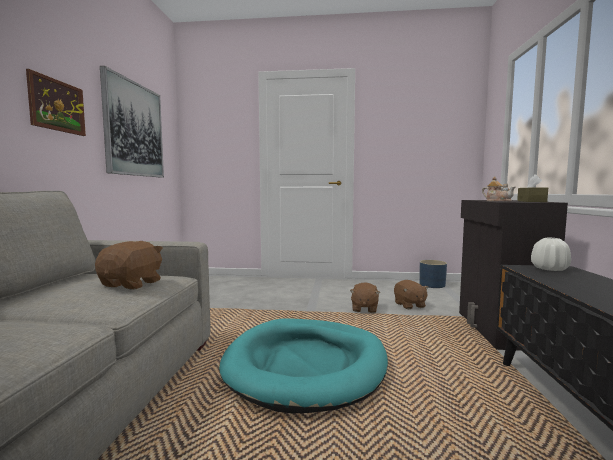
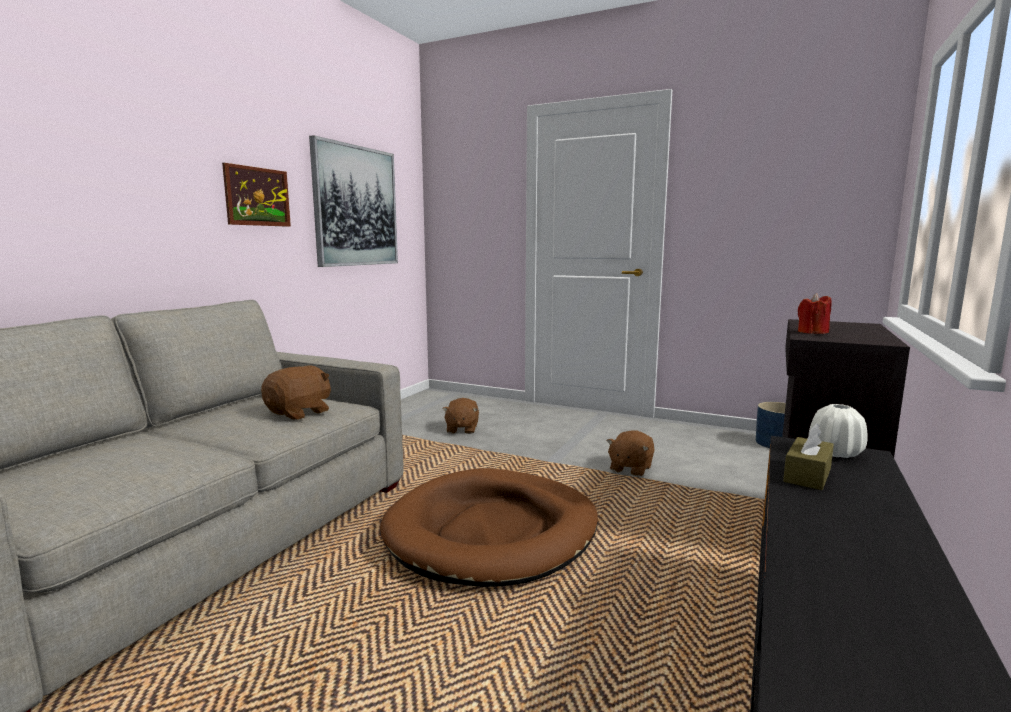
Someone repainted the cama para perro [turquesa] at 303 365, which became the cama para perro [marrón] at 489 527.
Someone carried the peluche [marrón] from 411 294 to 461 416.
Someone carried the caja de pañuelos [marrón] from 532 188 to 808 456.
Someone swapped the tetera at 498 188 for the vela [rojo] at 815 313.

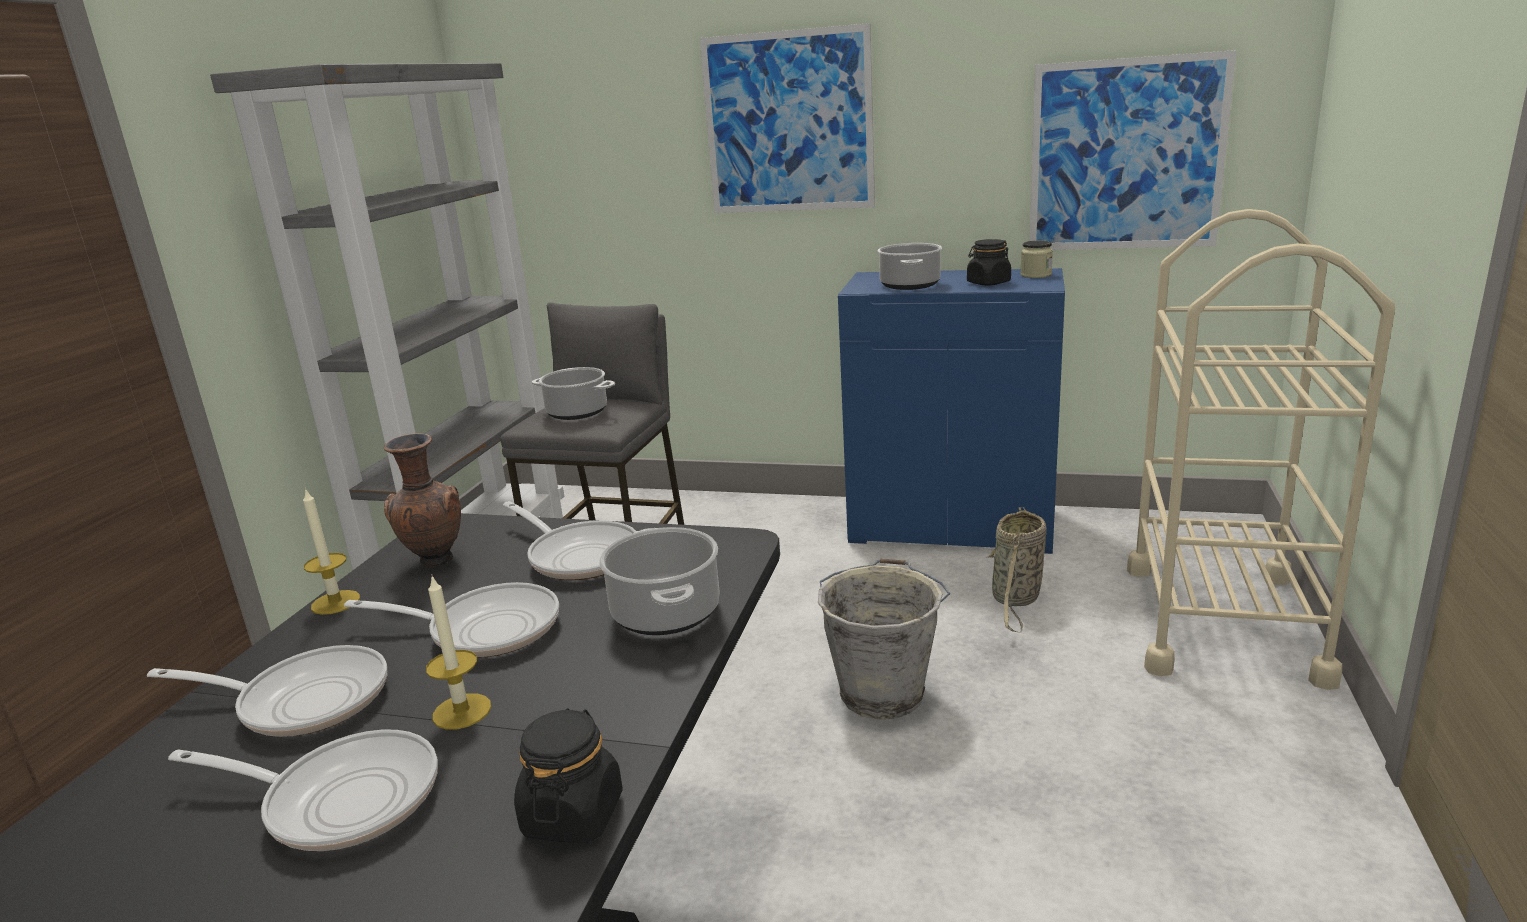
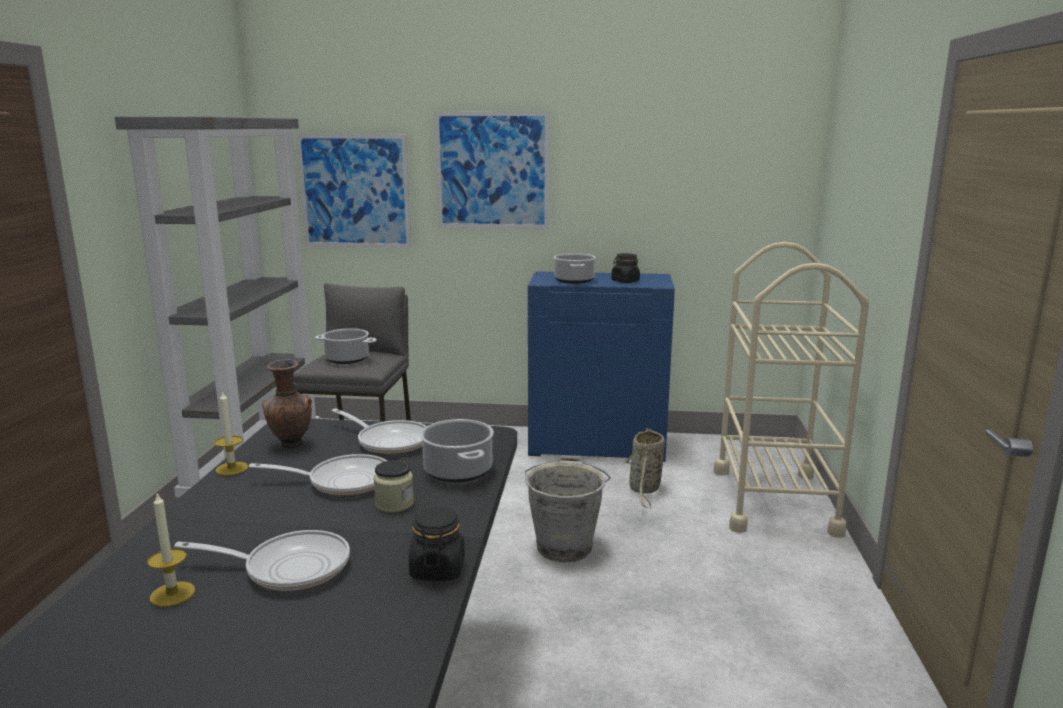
Someone carried the vela from 458 653 to 171 550.
Someone carried the cuadro from 1132 150 to 353 191.
Someone carried the tarro from 1036 259 to 394 486.
Someone took away the sartén at 267 691.

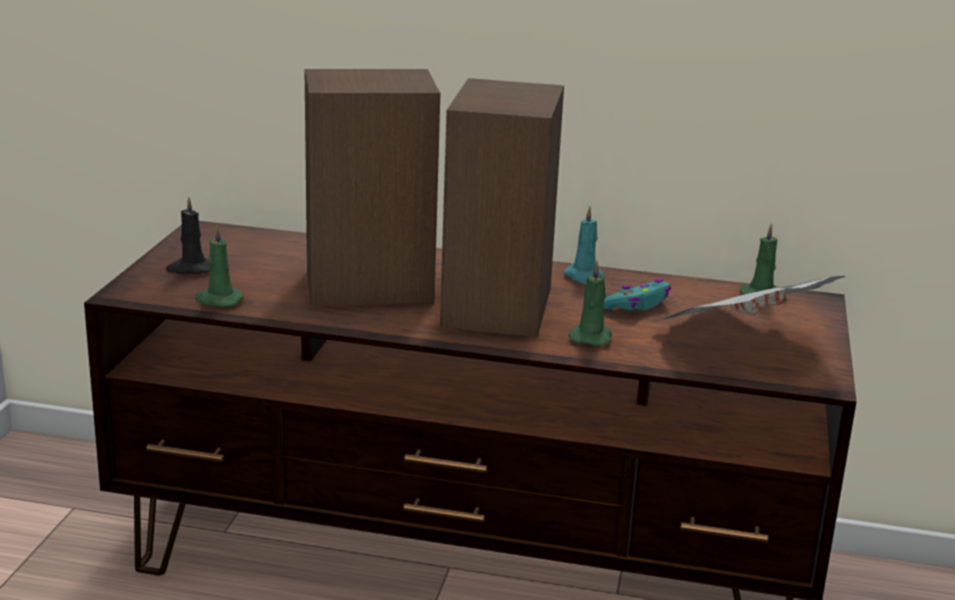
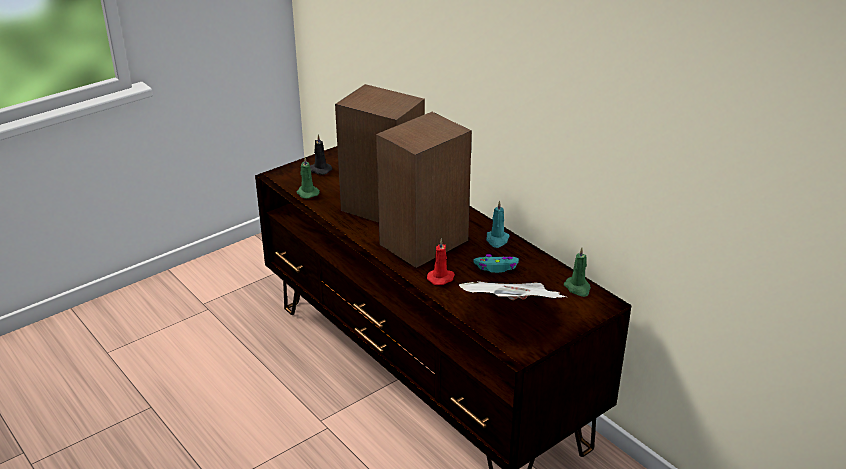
Someone repainted the vela [verde] at 590 303, which became the vela [rojo] at 441 261.

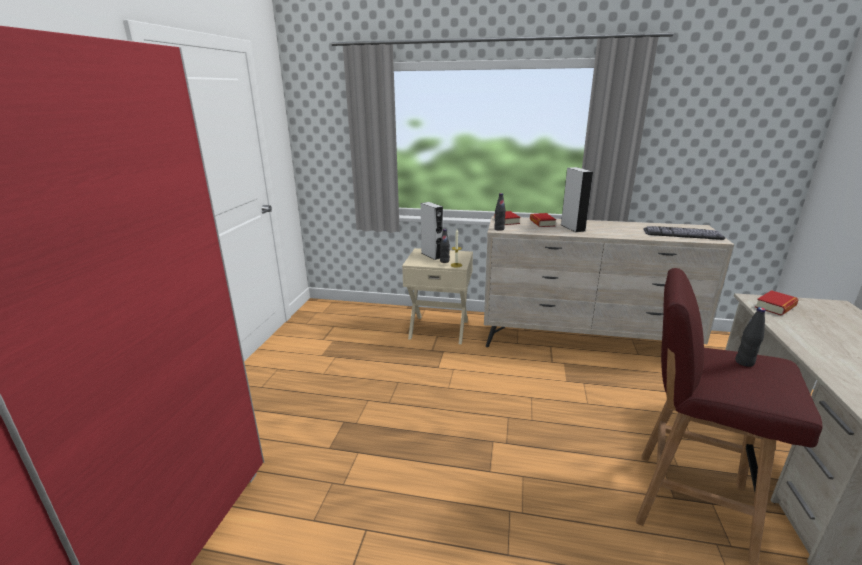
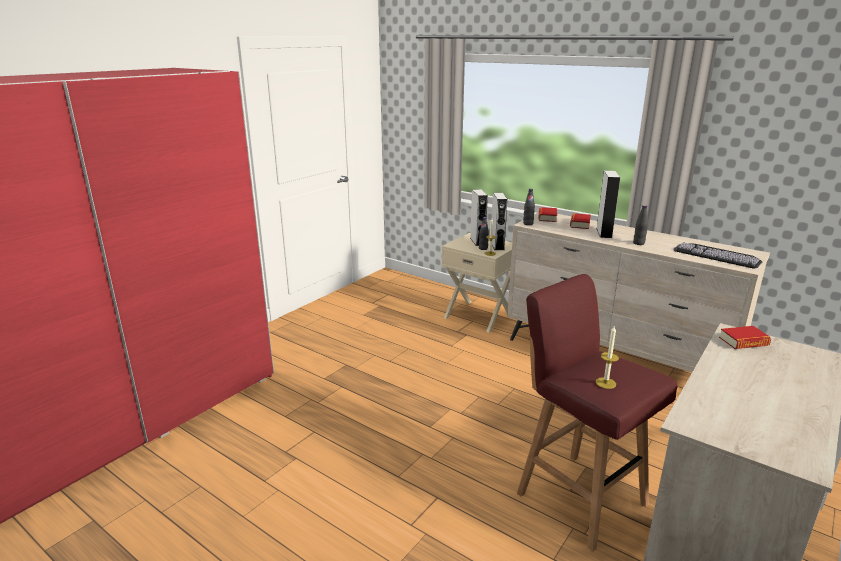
Someone put down the altavoz [gris] at 499 221.
Someone put down the vela at 607 357.
Someone carried the botella [negro] from 750 337 to 640 225.

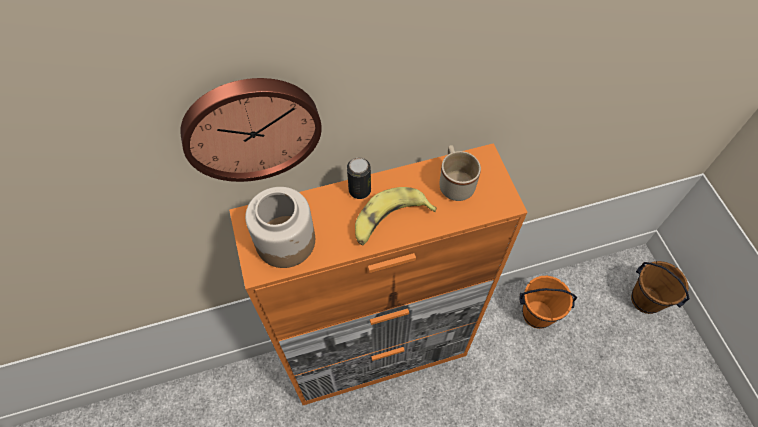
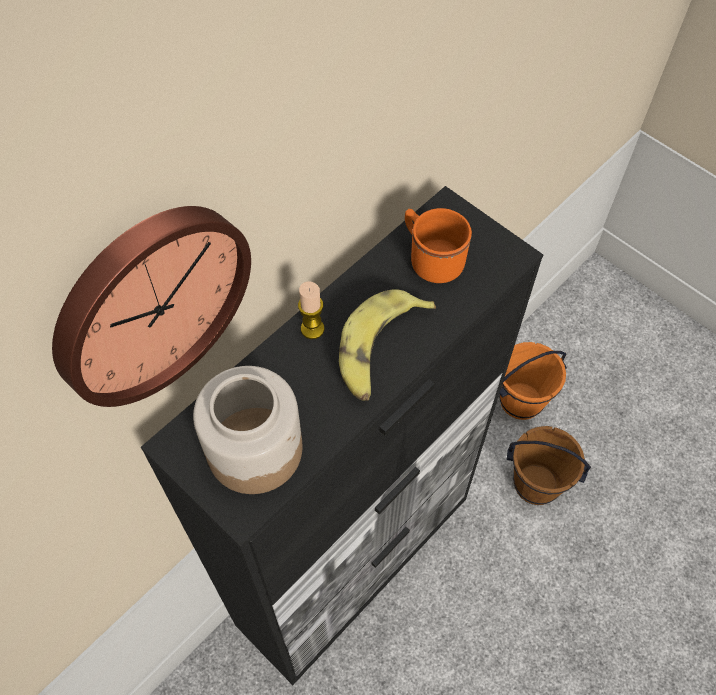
Someone repainted the armario [naranja] at 378 274, which became the armario [negro] at 342 435.
Someone swapped the lata at 359 178 for the vela at 311 310.
Someone repainted the taza grande [beis] at 460 173, which became the taza grande [naranja] at 438 245.
Someone carried the cubo [marrón] from 660 287 to 549 465.

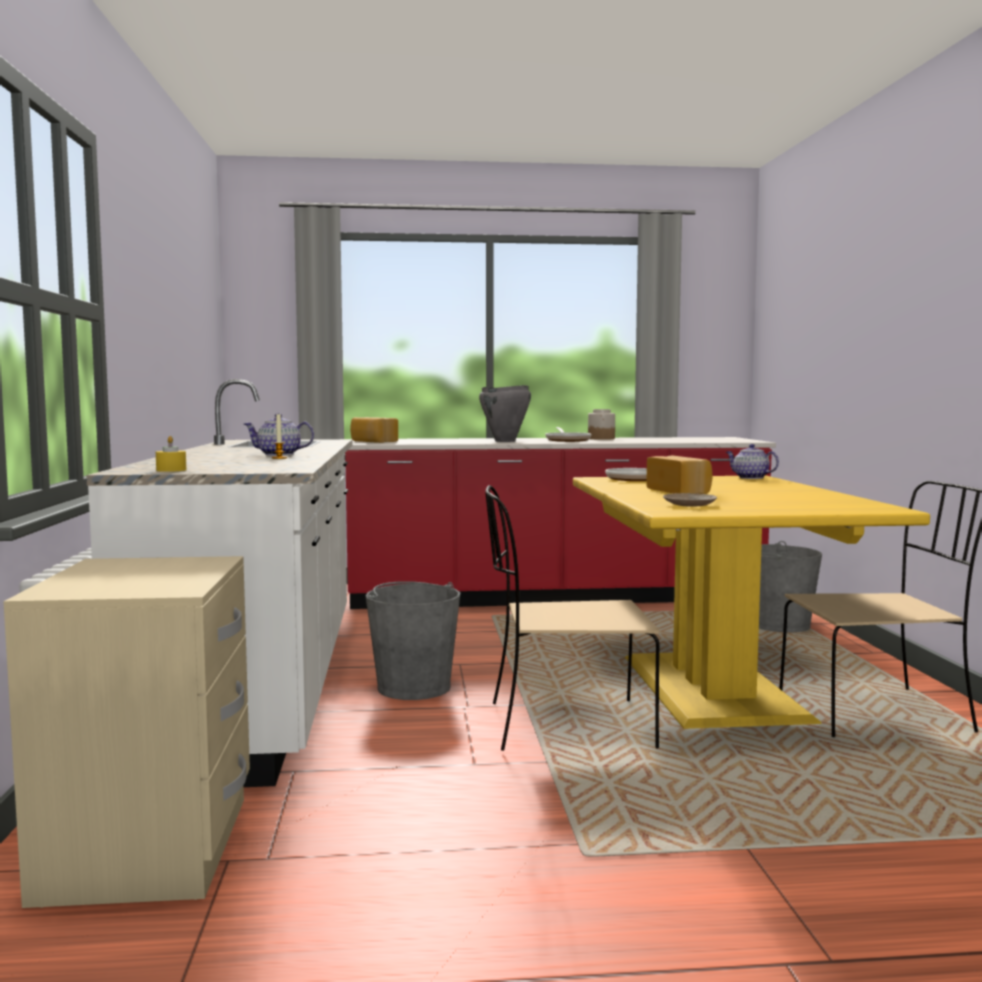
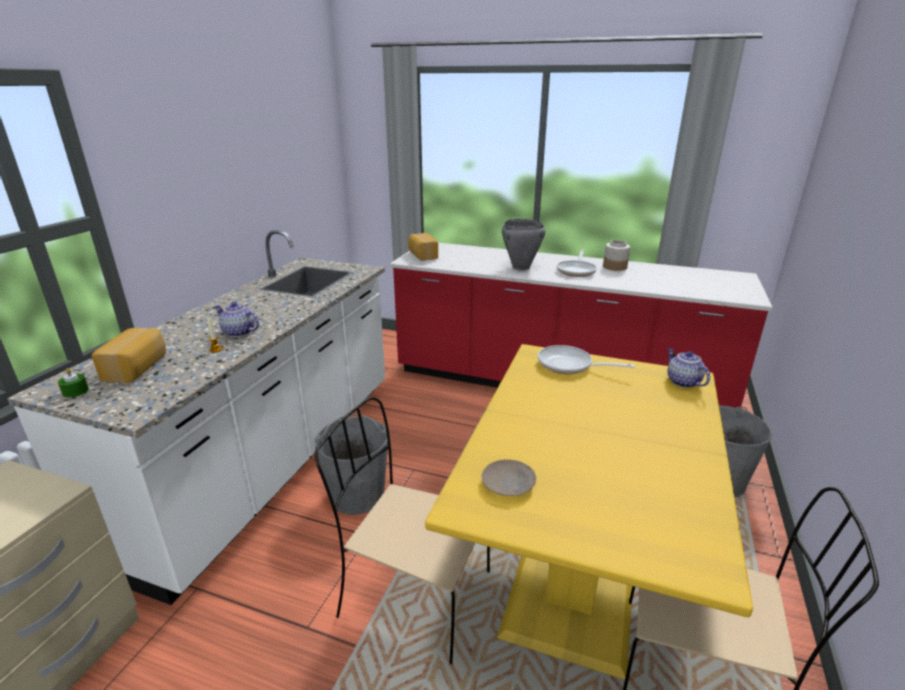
Someone repainted the vela [amarillo] at 171 454, which became the vela [verde] at 73 383.
Someone carried the pan from 679 474 to 129 355.

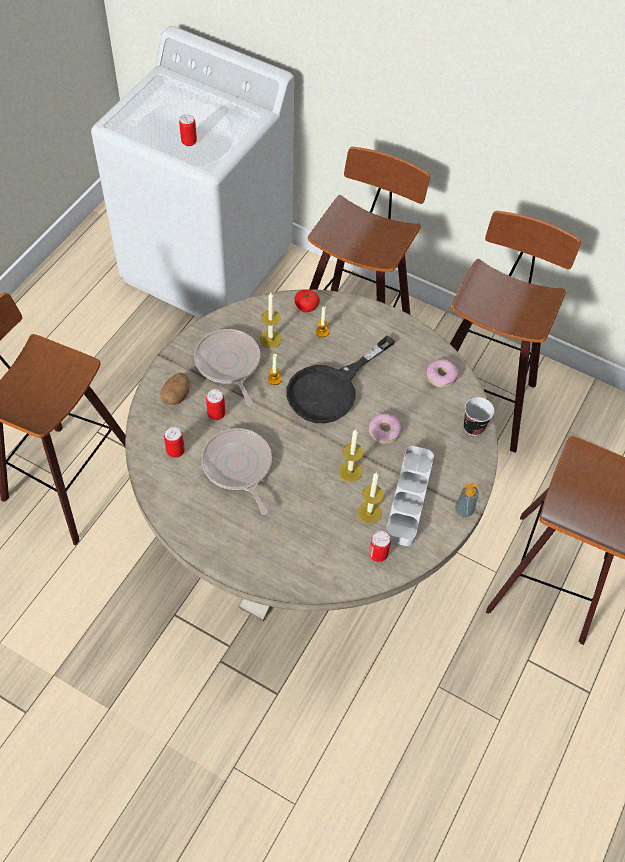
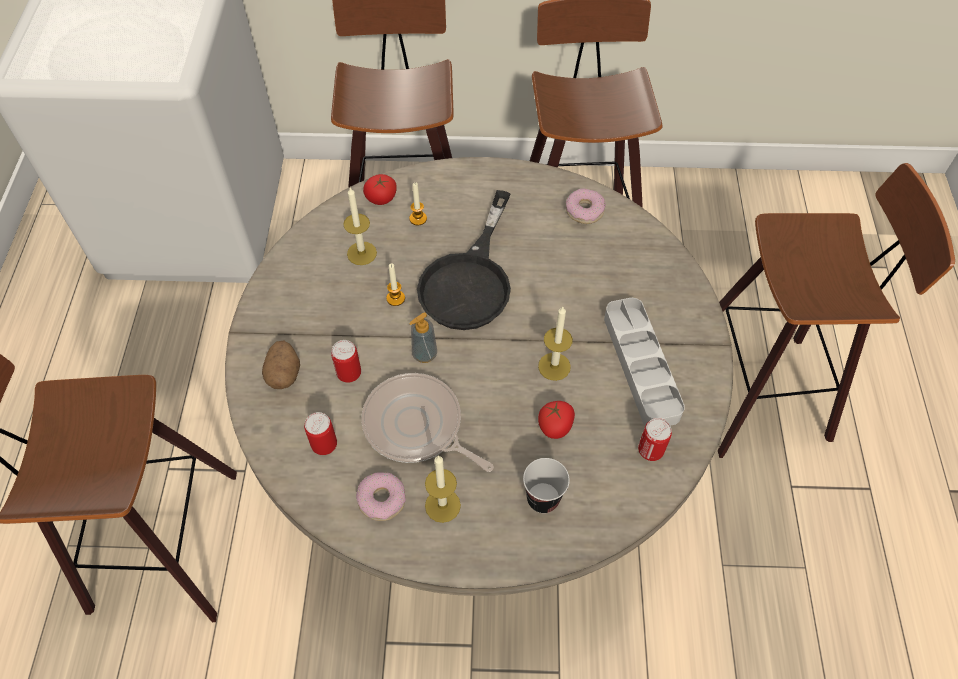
Someone carried the rosquilla from 385 428 to 381 496.
Someone carried the dispensador de jabón from 467 500 to 423 337.
Someone carried the vela from 370 498 to 443 489.
Someone carried the taza from 479 416 to 546 485.
Someone put down the tomate at 556 420.
Someone took away the lata at 188 130.
Someone took away the sartén at 227 367.

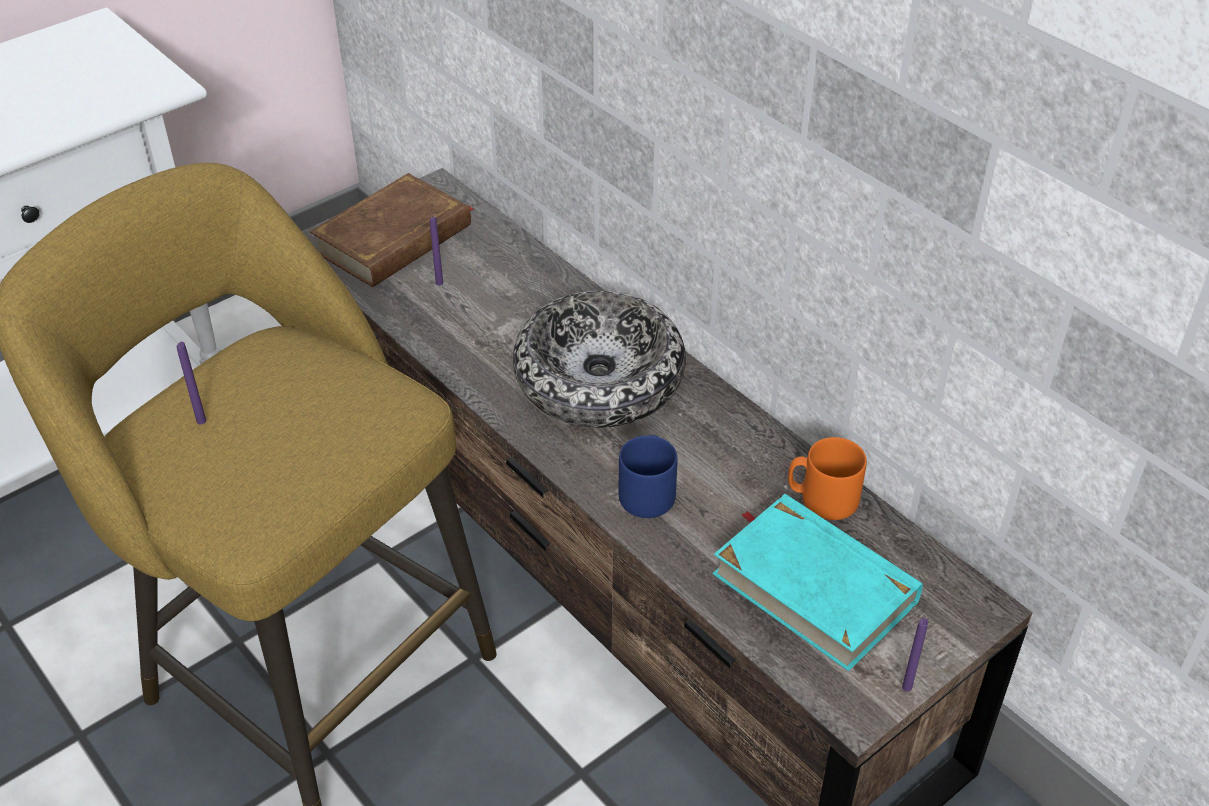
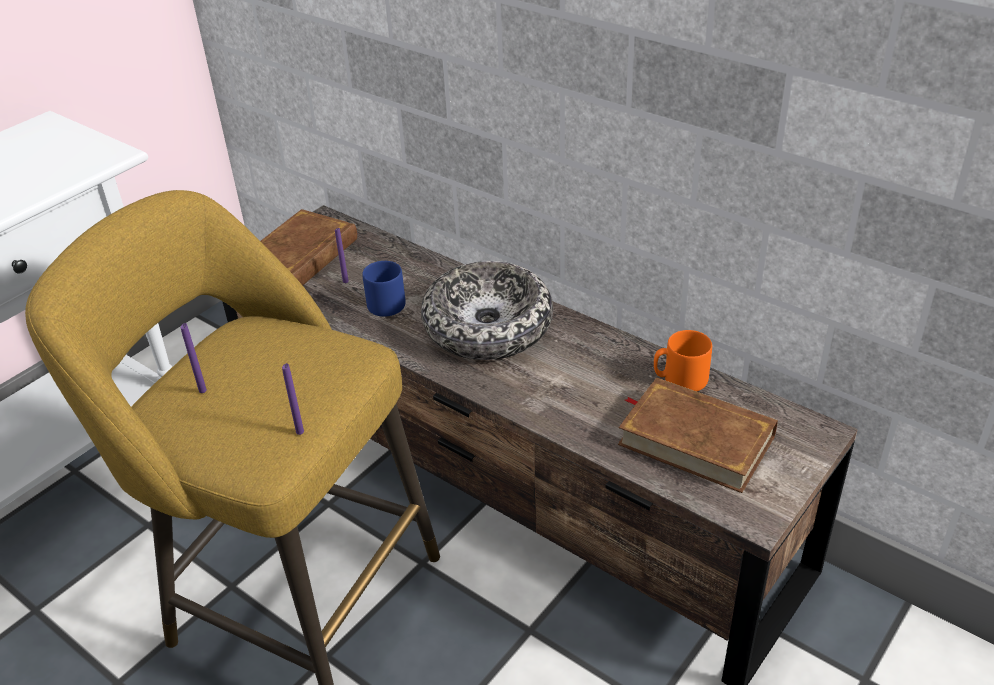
Someone carried the vela [morado] from 915 655 to 293 399.
Someone carried the taza grande [azul] from 648 476 to 384 289.
Someone repainted the libro [turquesa] at 817 582, which became the libro [marrón] at 698 435.

